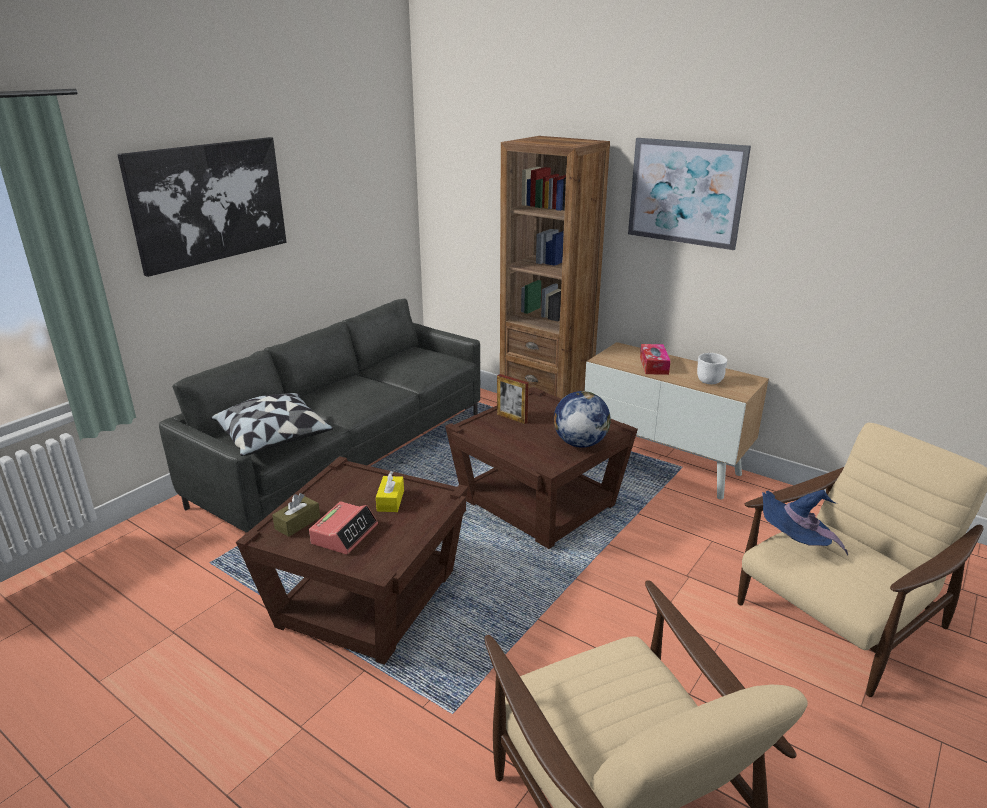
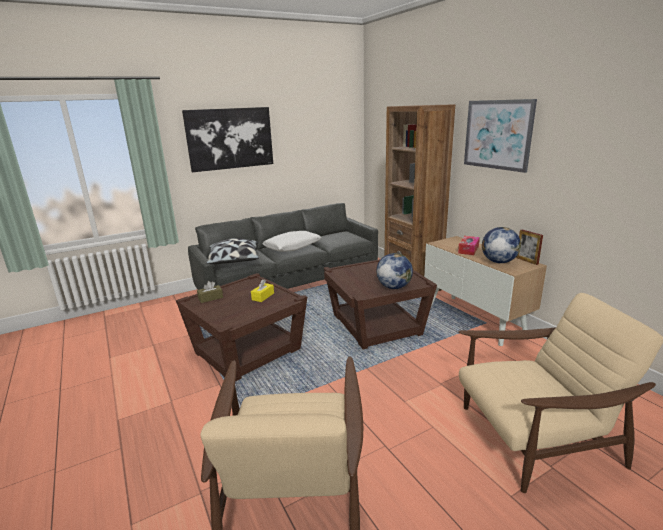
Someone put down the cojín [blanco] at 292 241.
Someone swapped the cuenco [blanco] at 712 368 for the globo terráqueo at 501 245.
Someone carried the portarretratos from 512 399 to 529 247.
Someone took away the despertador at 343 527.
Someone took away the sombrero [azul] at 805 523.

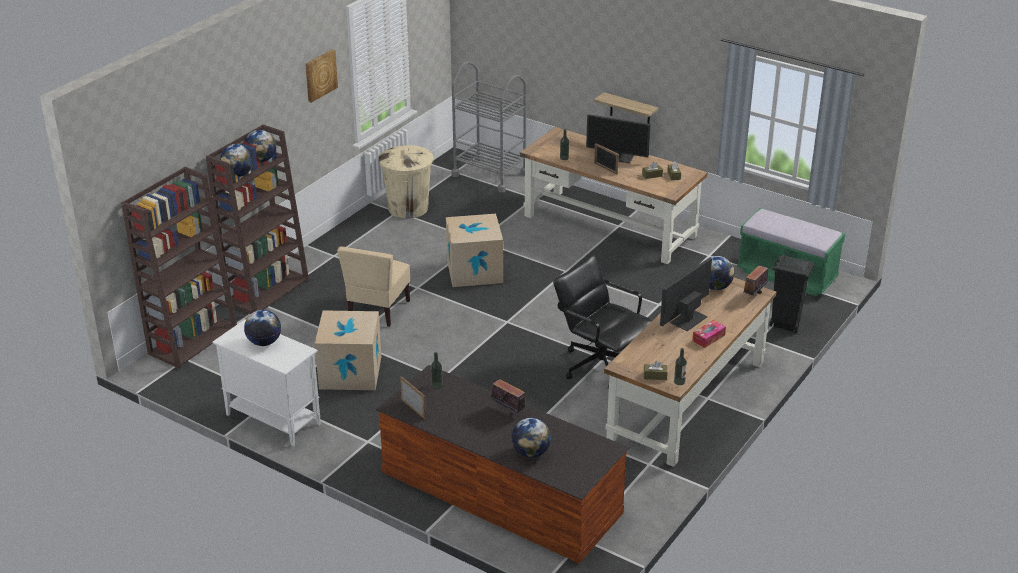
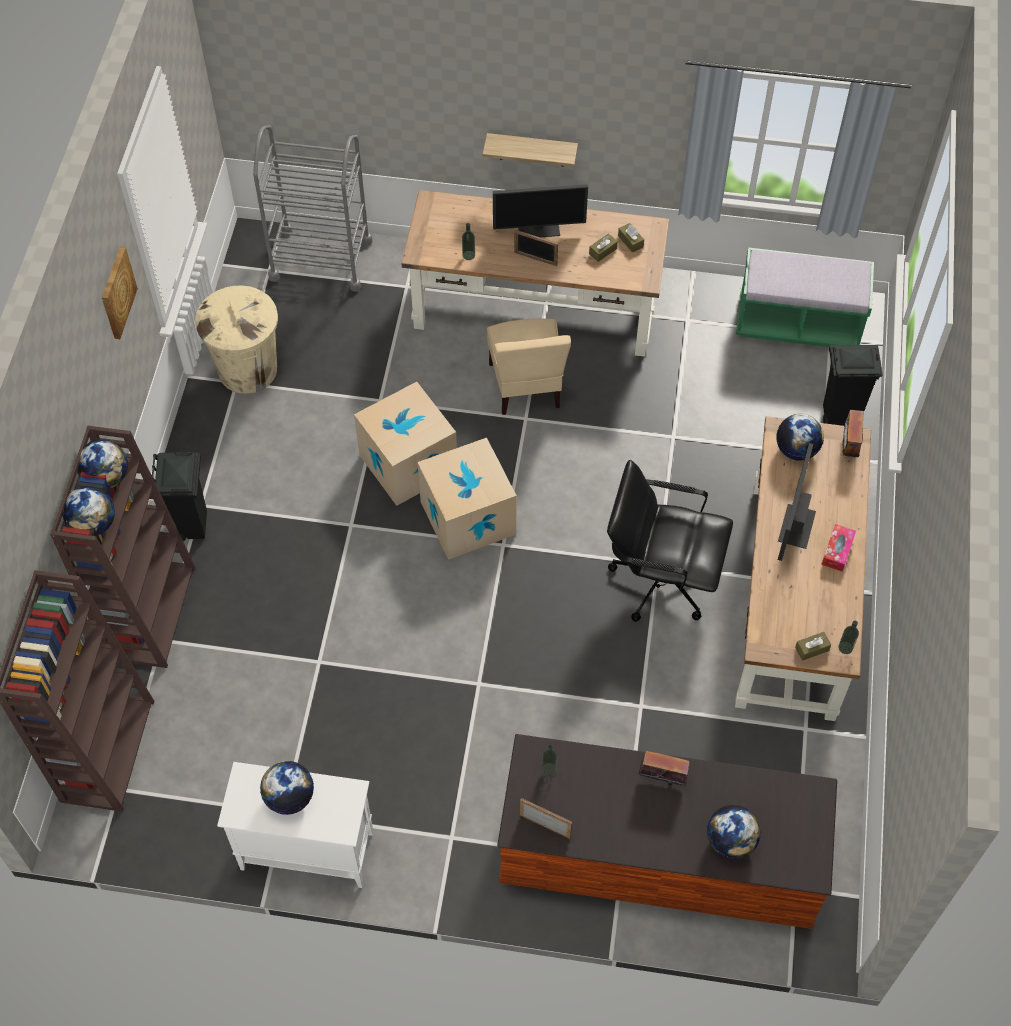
Someone put down the papelera [negro] at 179 496.
Someone carried the caja de cartón from 348 350 to 467 499.
Someone carried the silla [beis] from 373 287 to 529 366.

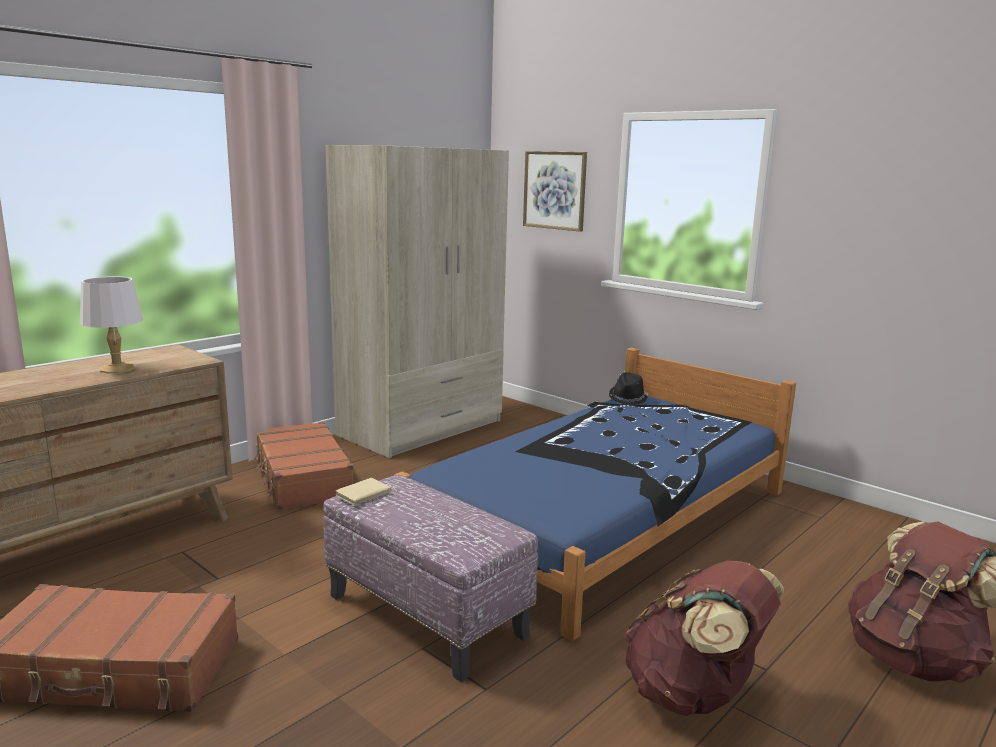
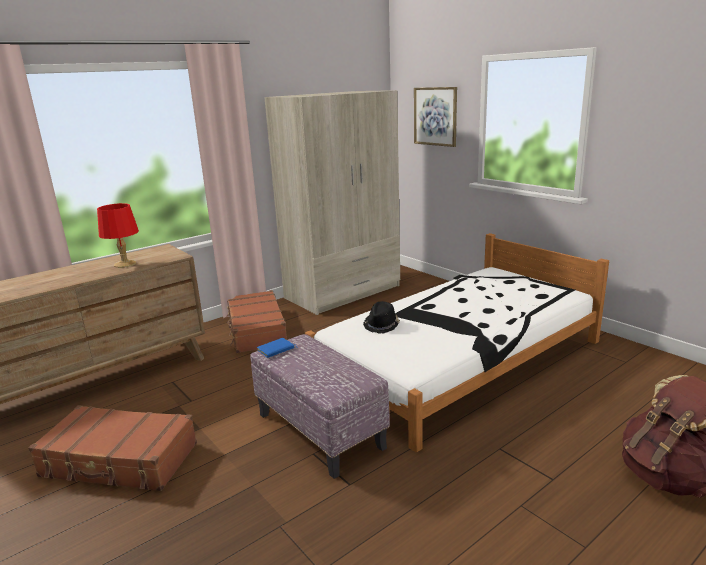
Someone repainted the lámpara de mesa [blanco] at 111 324, which became the lámpara de mesa [rojo] at 118 235.
Someone repainted the libro [beis] at 367 491, which became the libro [azul] at 277 348.
Someone repainted the cama [azul] at 595 494, which became the cama [blanco] at 457 343.
Someone carried the sombrero [negro] from 629 388 to 381 317.
Someone took away the mochila [marrón] at 704 638.

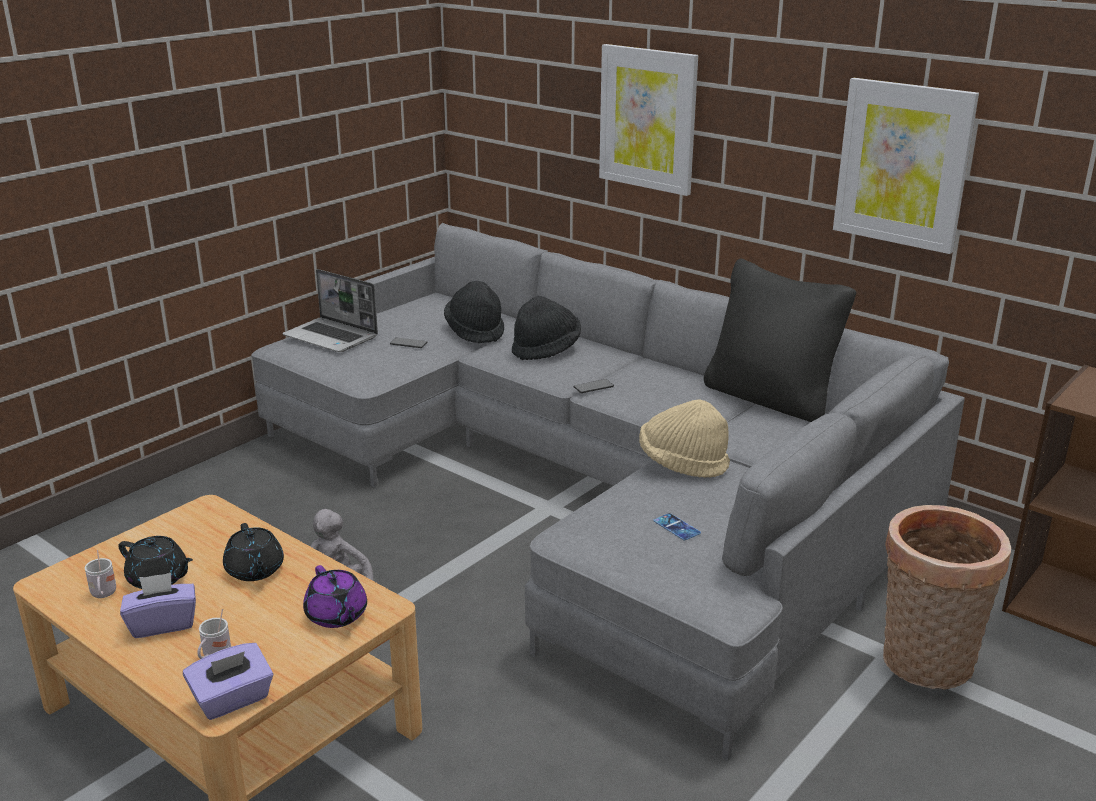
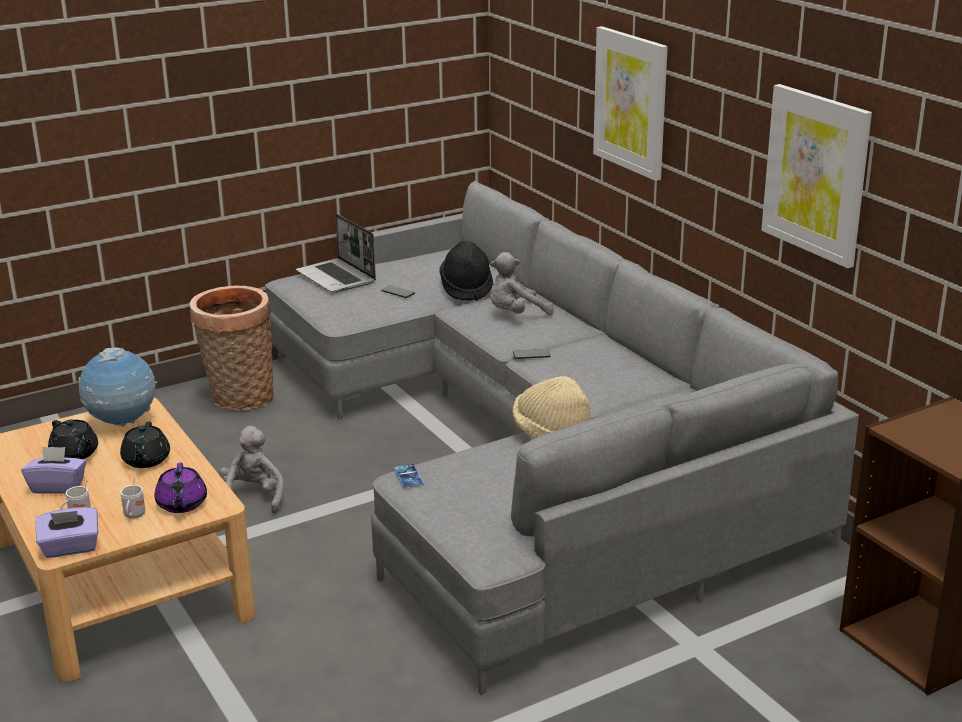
Someone put down the globo terráqueo at 117 387.
Someone carried the taza grande [blanco] from 100 574 to 132 498.
Someone carried the cesta from 947 597 to 232 348.
Someone carried the móvil from 677 526 to 409 476.
Someone swapped the sombrero [negro] at 546 328 for the peluche [gris] at 522 283.
Someone took away the cojín [negro] at 780 340.

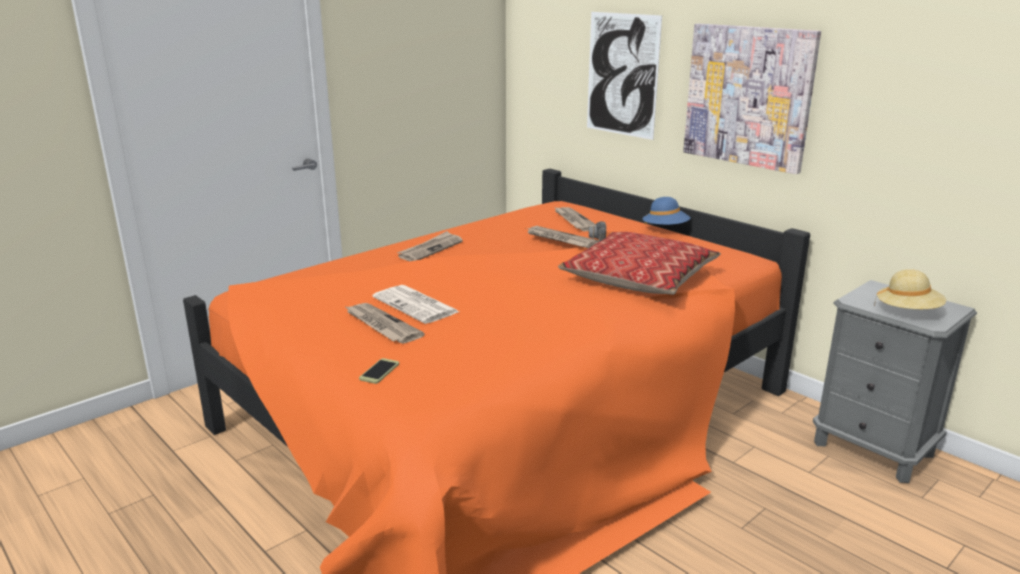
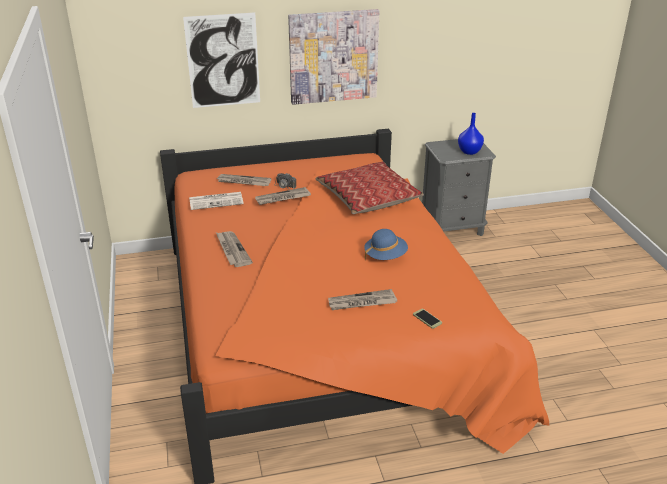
Someone carried the periódico from 415 304 to 216 201.
Someone carried the sombrero [azul] from 666 211 to 386 244.
Someone swapped the sombrero [beis] at 910 289 for the florero [azul] at 471 134.

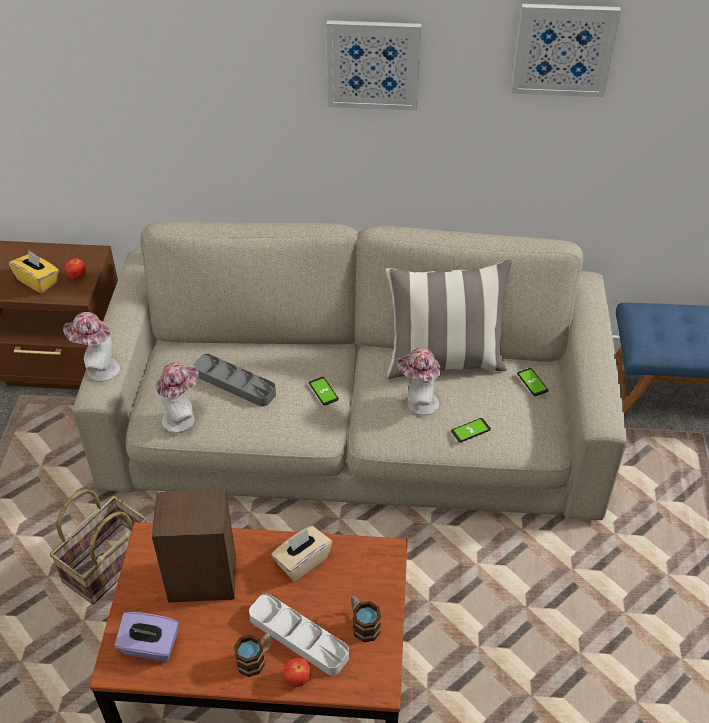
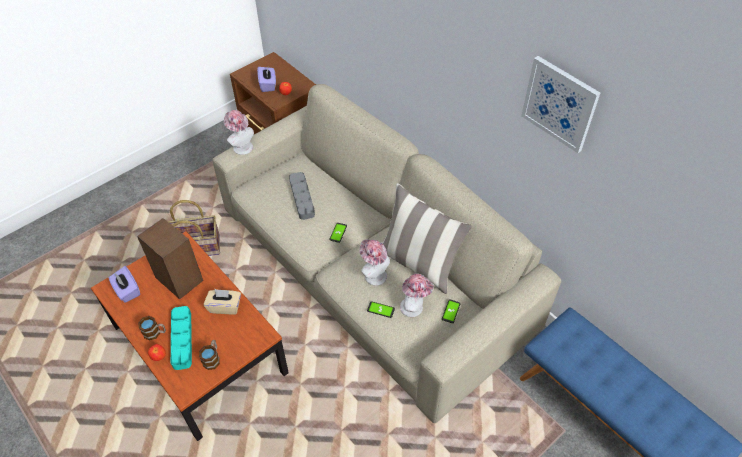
Someone repainted the bandeja [gris] at 299 634, which became the bandeja [turquesa] at 181 338.
Someone repainted the caja de pañuelos [amarillo] at 34 271, which became the caja de pañuelos [morado] at 266 79.
Someone carried the sombrero from 177 397 to 417 295.
Someone took away the cuadro at 373 65.

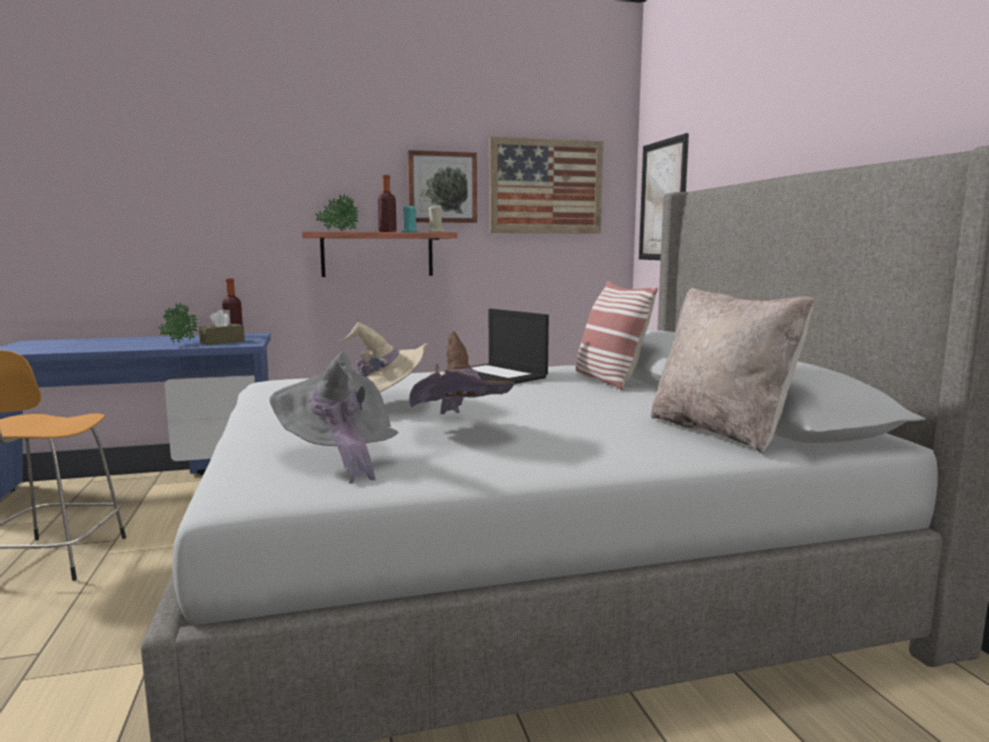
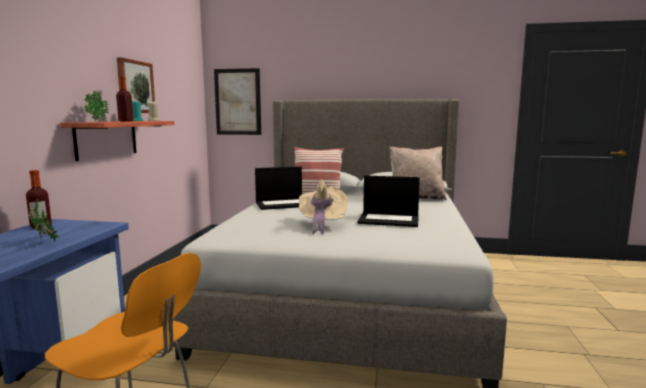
Someone swapped the sombrero [marrón] at 462 373 for the portátil at 388 201.
Someone took away the caja de pañuelos [marrón] at 222 327.
Someone took away the sombrero [gris] at 334 418.
Someone took away the cuadro at 546 185.

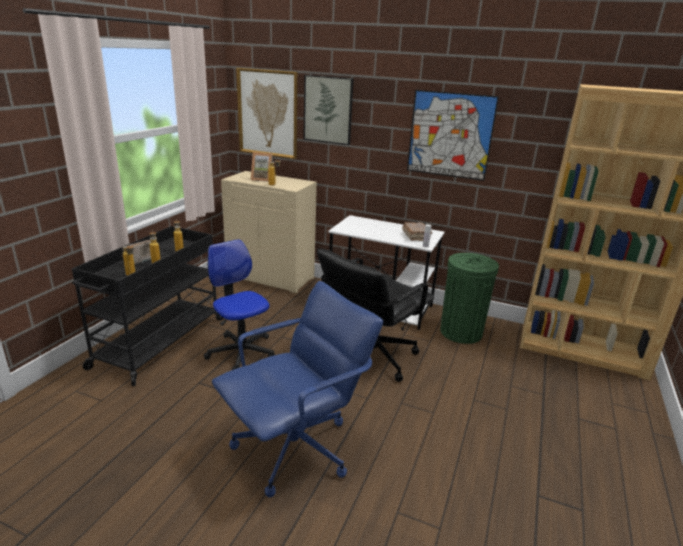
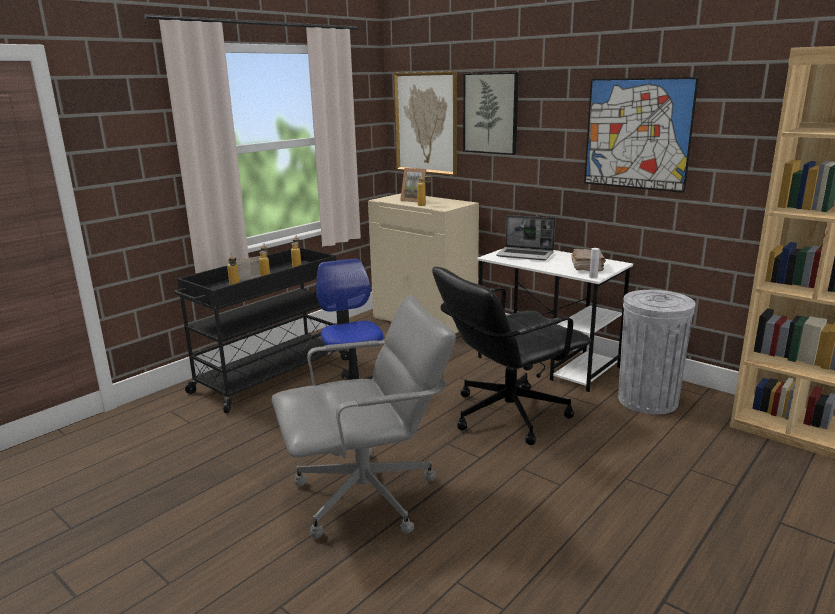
Someone repainted the silla de oficina [azul] at 297 389, which became the silla de oficina [gris] at 364 417.
Someone put down the portátil at 526 237.
Someone repainted the papelera [verde] at 469 298, which became the papelera [gris] at 657 352.

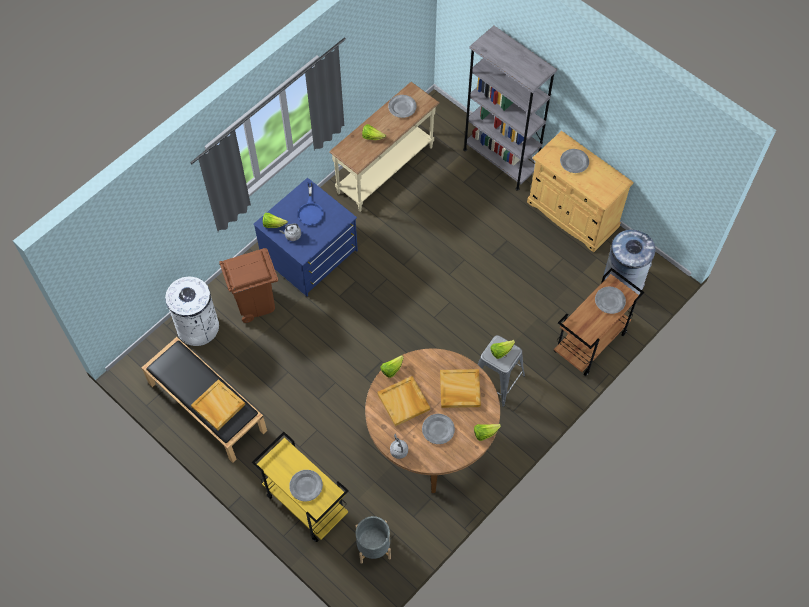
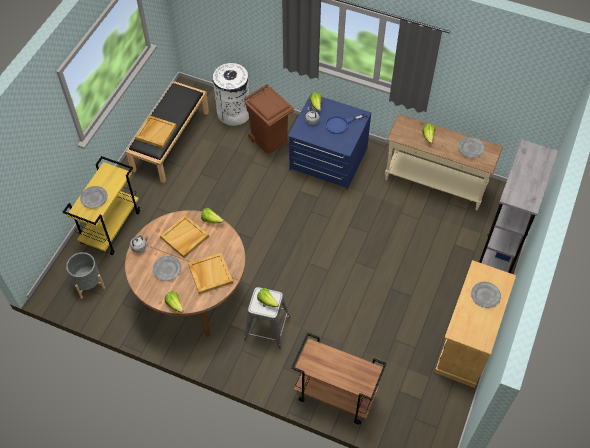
Someone took away the plato [gris] at 610 300.
Someone took away the papelera [gris] at 629 262.

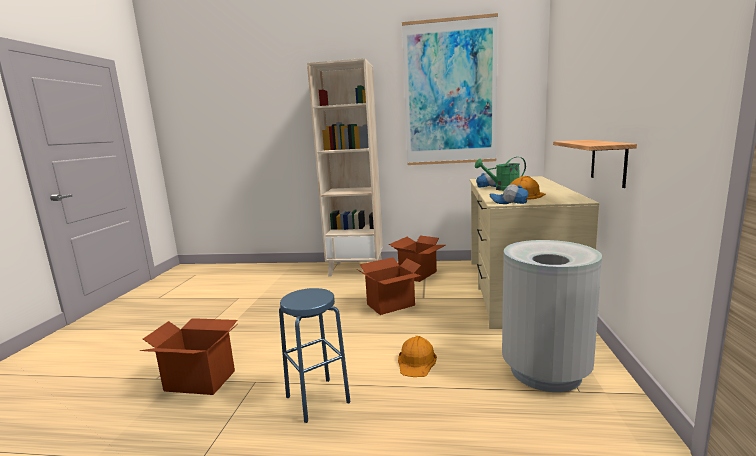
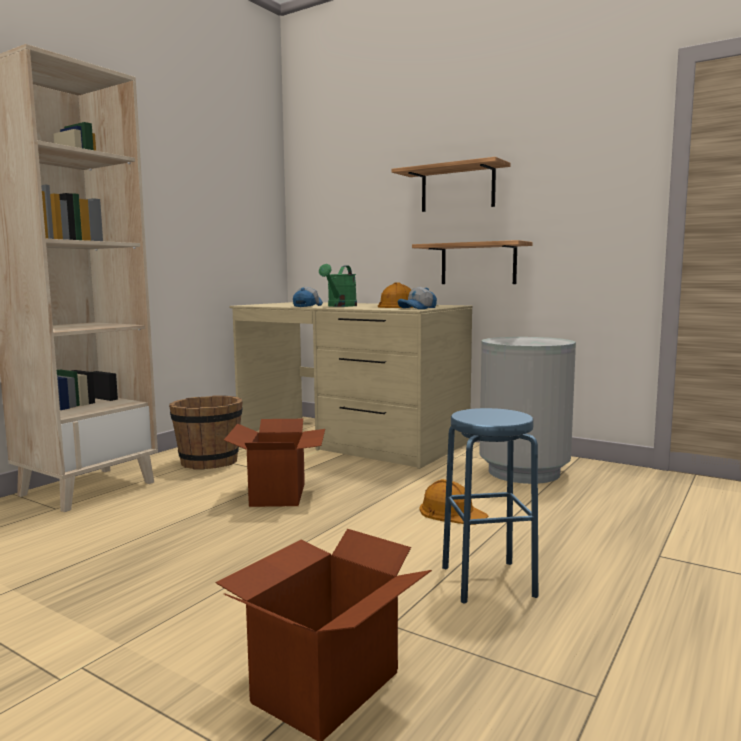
Someone swapped the caja de cartón at 417 258 for the cubo [marrón] at 206 433.
Someone put up the estante at 451 184.
Someone took away the cuadro at 450 89.

